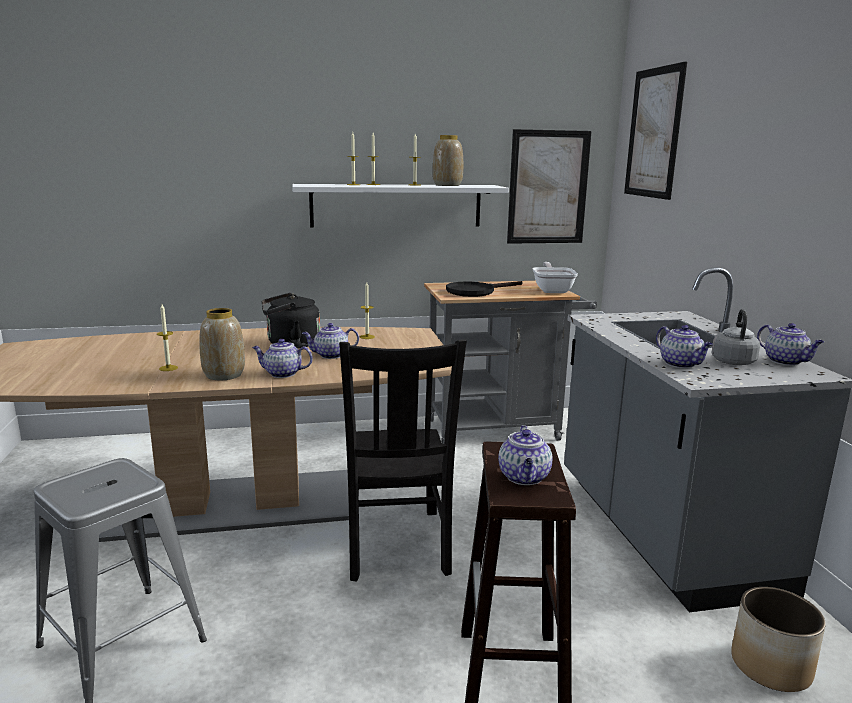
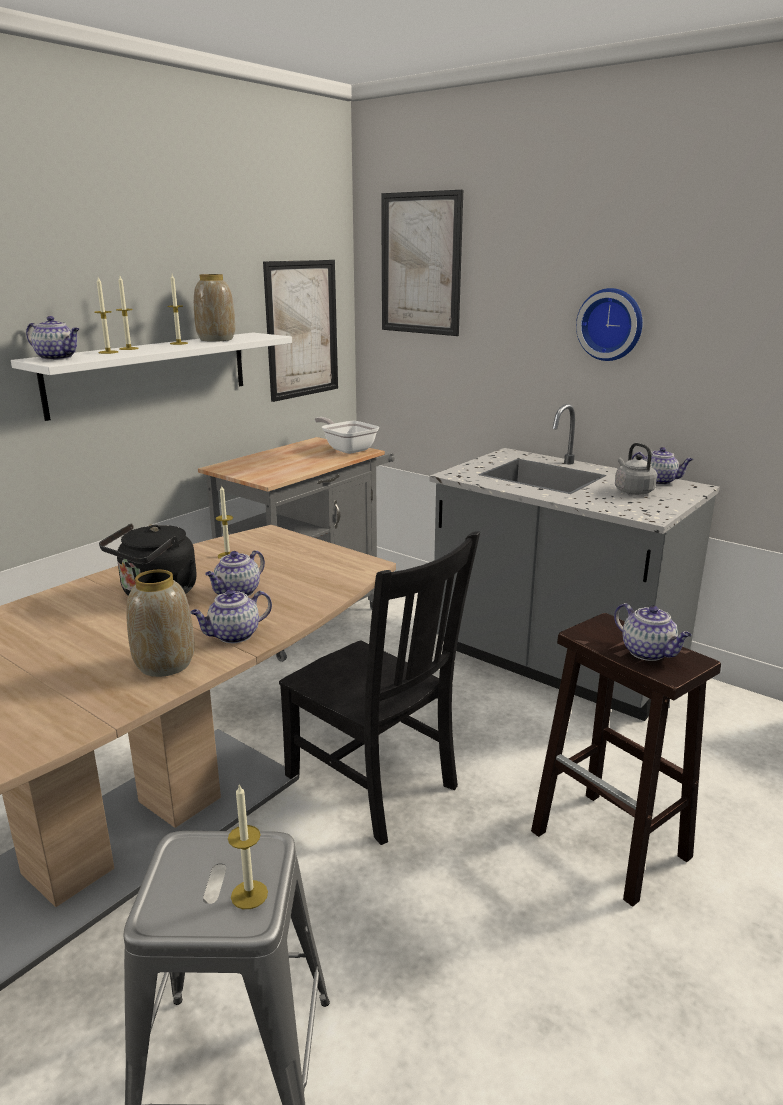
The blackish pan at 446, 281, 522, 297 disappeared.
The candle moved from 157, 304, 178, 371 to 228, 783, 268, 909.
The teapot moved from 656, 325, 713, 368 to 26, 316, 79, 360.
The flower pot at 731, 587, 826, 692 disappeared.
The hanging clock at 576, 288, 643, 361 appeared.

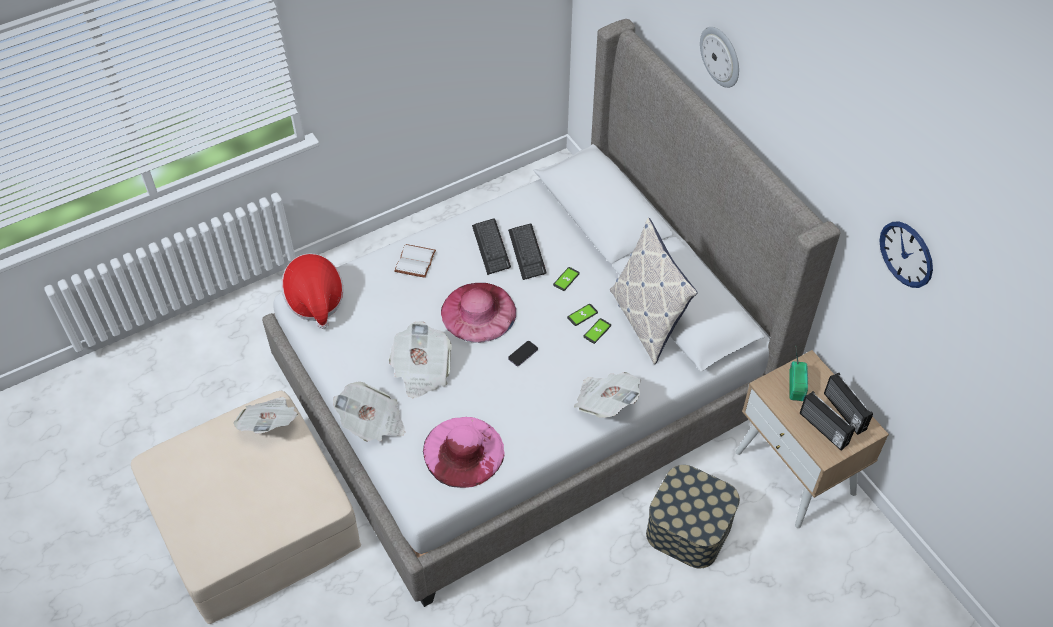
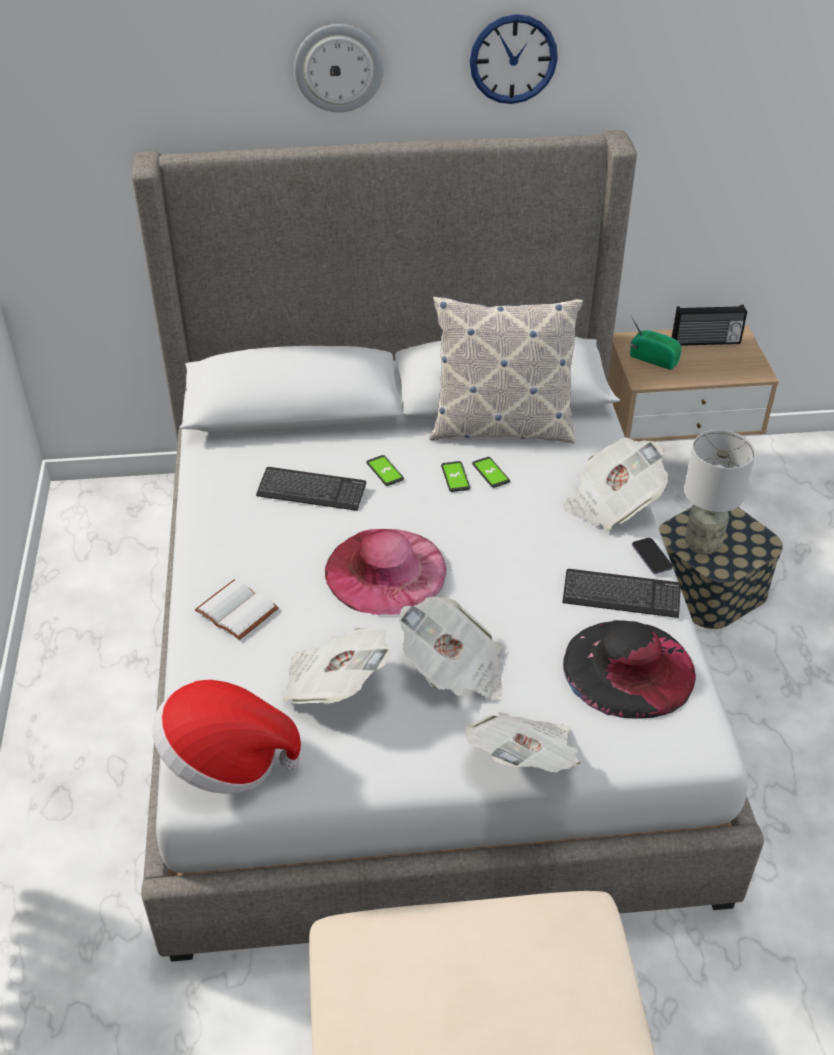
The keyboard moved from 472, 218, 511, 275 to 562, 569, 681, 618.
The hanging clock moved from 879, 222, 933, 288 to 470, 14, 558, 104.
The handset moved from 508, 341, 538, 366 to 632, 538, 673, 574.
The radio set at 800, 391, 855, 451 disappeared.
The newspaper moved from 233, 397, 298, 434 to 283, 627, 390, 704.
The pinkish hat at 423, 417, 504, 488 became the blackish hat at 563, 620, 696, 719.
The gray tabletop lamp at 684, 430, 755, 555 appeared.

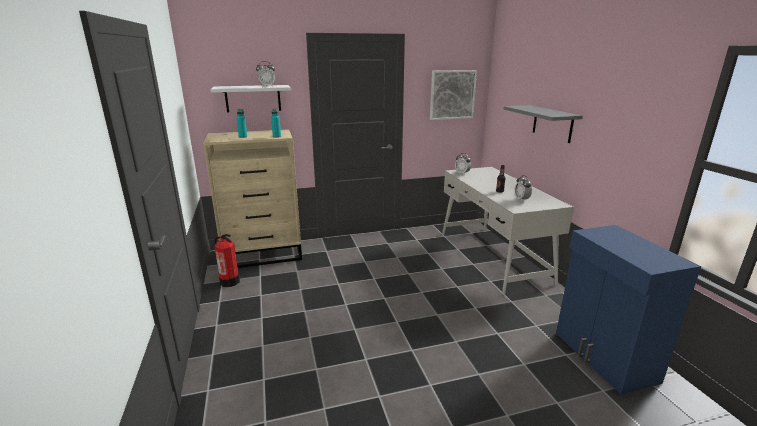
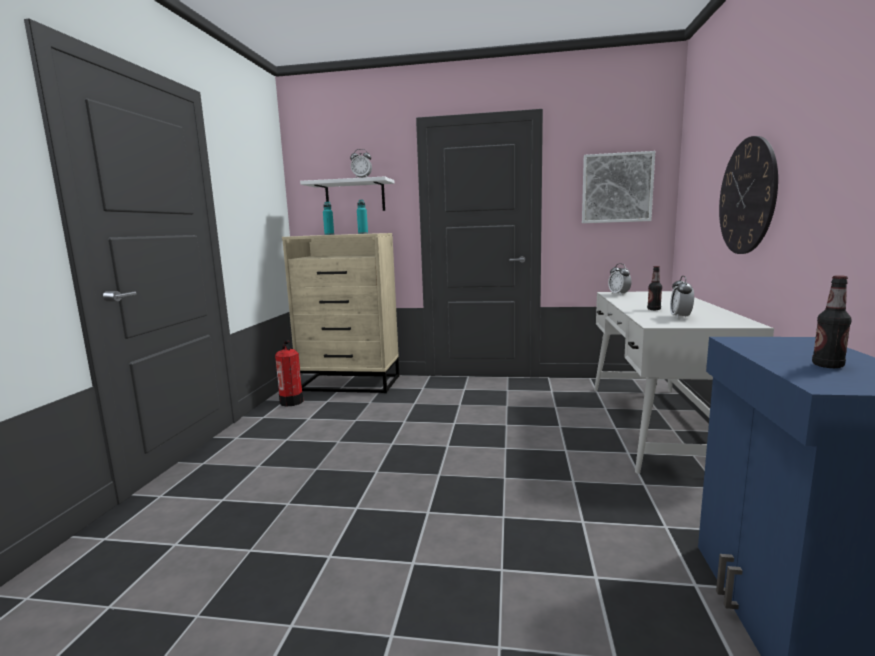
The gray wall shelf at 504, 105, 583, 143 was replaced by the hanging clock at 719, 136, 778, 254.
The drink bottle at 812, 275, 852, 368 appeared.

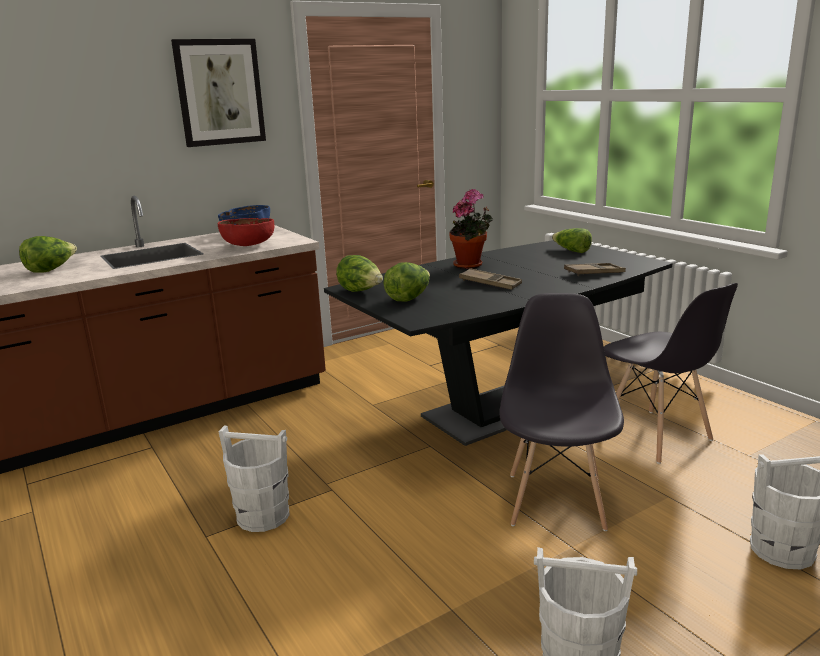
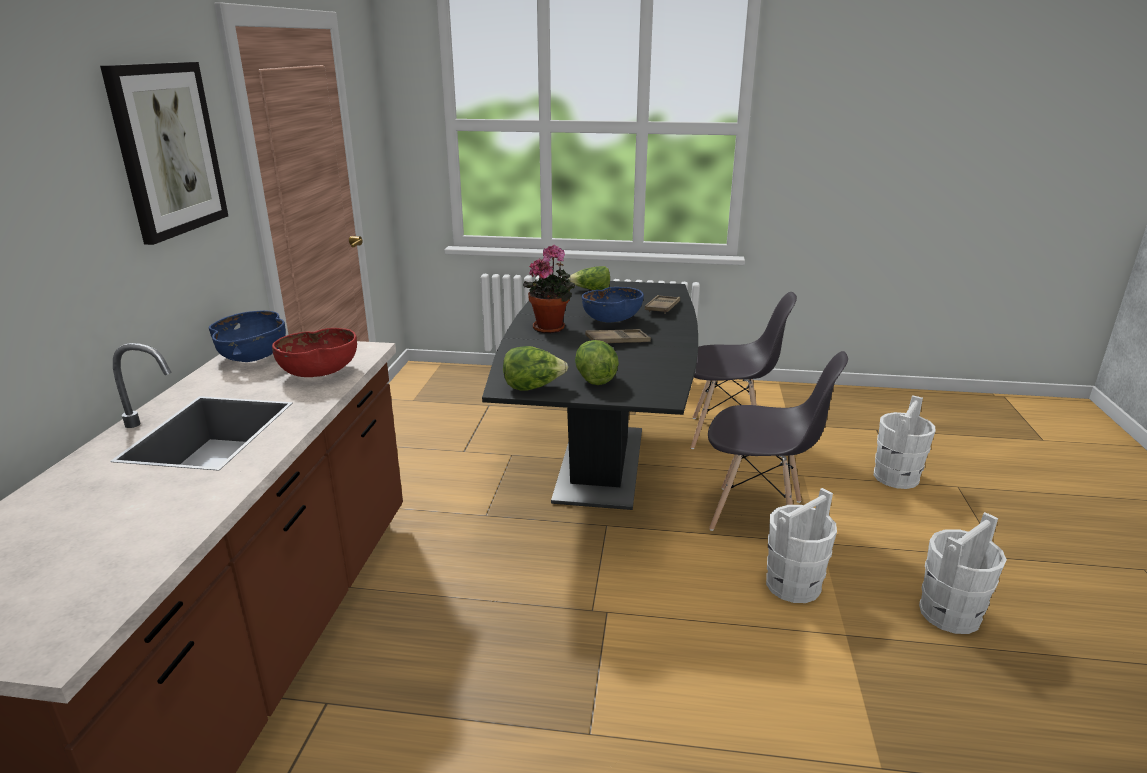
The lettuce head at 19, 236, 77, 273 disappeared.
The gray chair at 499, 293, 624, 531 turned 150 degrees clockwise.
The white-coloured pail moved from 218, 425, 289, 532 to 766, 488, 837, 603.
The blue bowl at 582, 287, 644, 322 appeared.

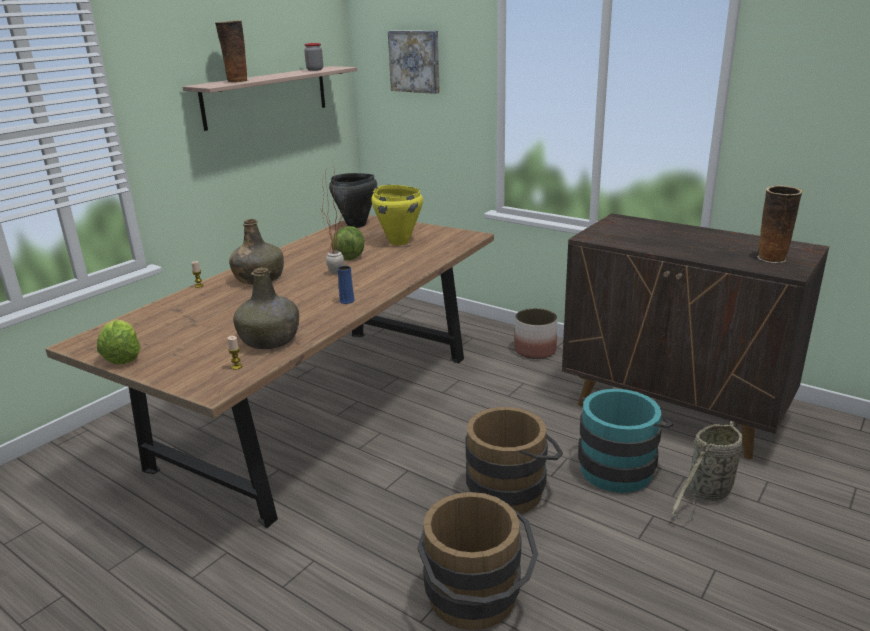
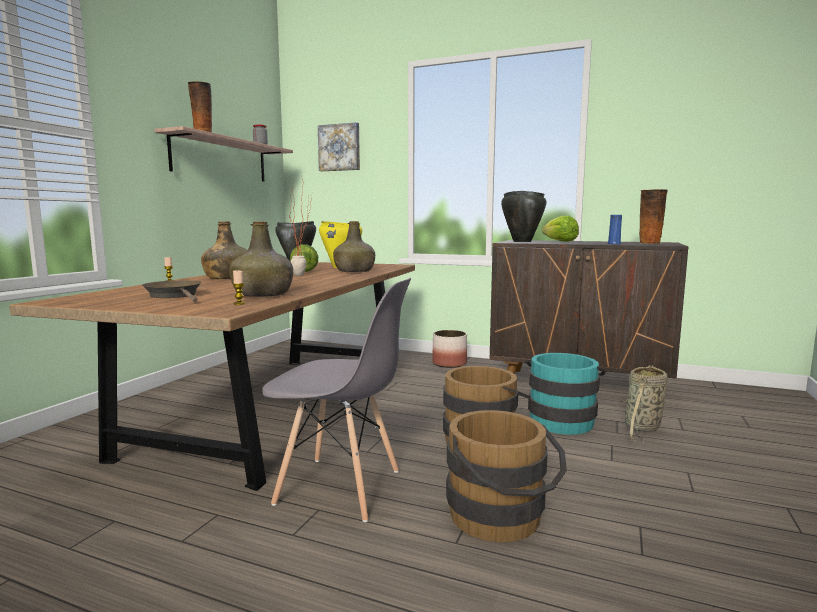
The blue flower vase moved from 337, 266, 355, 304 to 608, 215, 622, 244.
The lettuce head moved from 97, 319, 140, 364 to 542, 216, 579, 242.
The blackish saucepot at 501, 191, 546, 242 appeared.
The green-coloured drink bottle at 333, 221, 375, 272 appeared.
The gray chair at 262, 278, 411, 522 appeared.
The brownish pan at 142, 281, 202, 302 appeared.

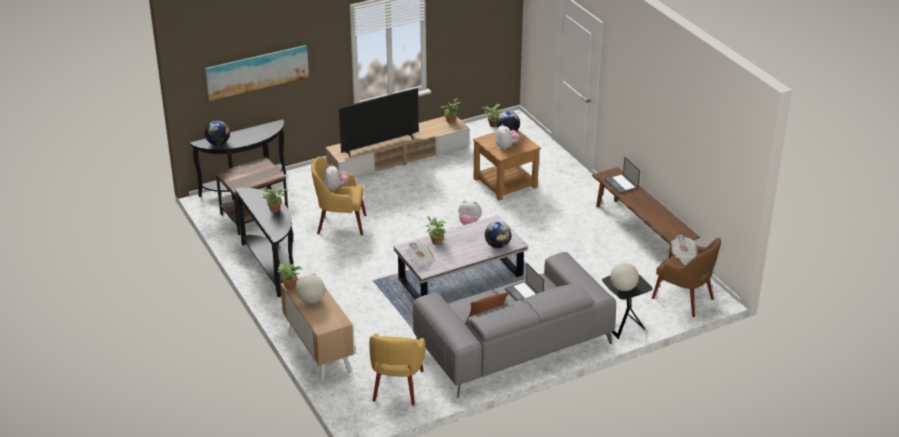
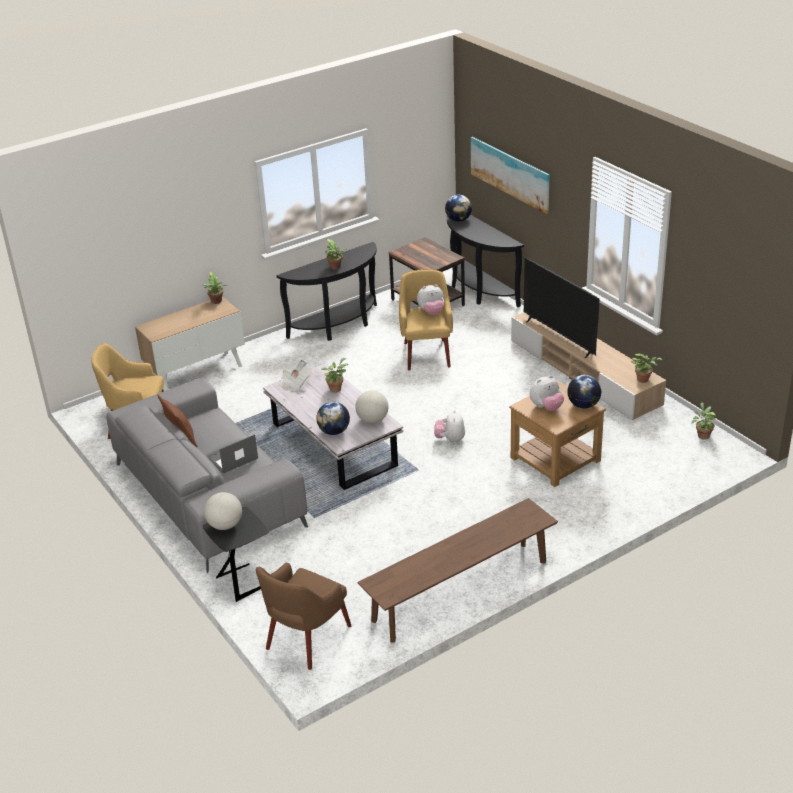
The laptop at 604, 157, 640, 194 disappeared.
The newspaper at 671, 235, 698, 265 disappeared.
The world globe moved from 296, 275, 325, 304 to 355, 390, 389, 424.

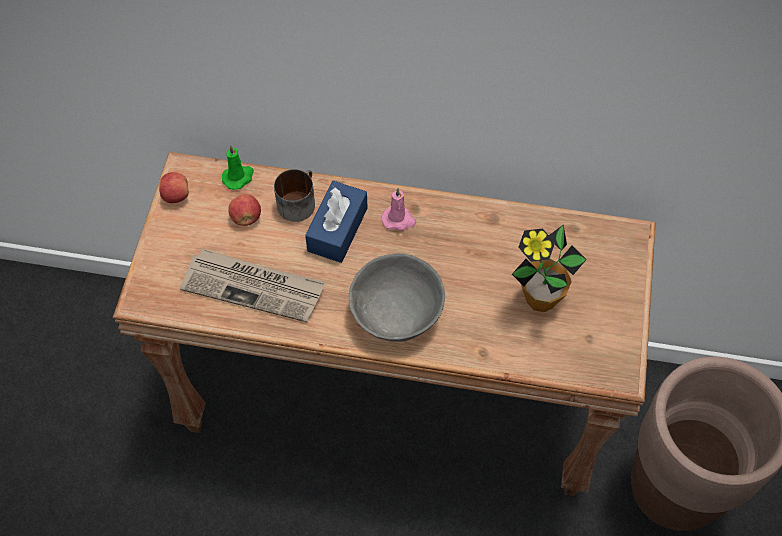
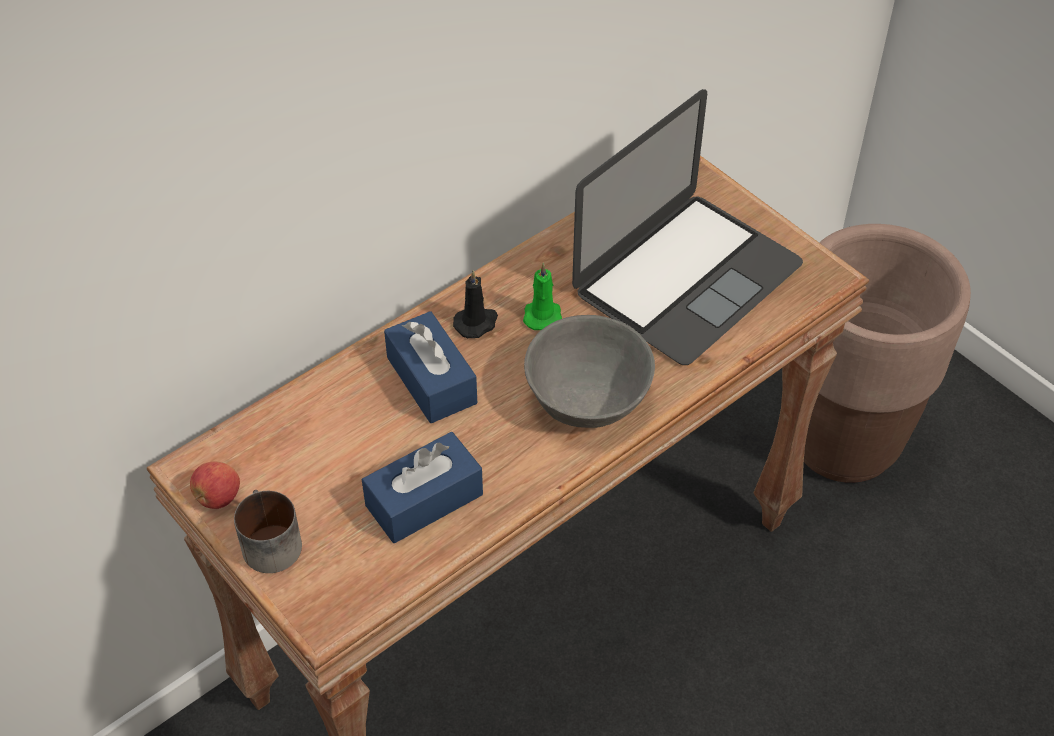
The green-coloured candle moved from 222, 145, 254, 190 to 523, 263, 562, 330.
The mug moved from 274, 169, 315, 222 to 234, 490, 302, 573.
The pinkish candle at 381, 188, 416, 231 became the blackish candle at 453, 270, 498, 338.
The whole apple at 228, 194, 261, 226 disappeared.
The plant in a pot at 512, 225, 587, 312 was replaced by the laptop at 572, 89, 803, 365.
The newspaper at 180, 249, 325, 323 was replaced by the blue tissue box at 362, 432, 483, 543.

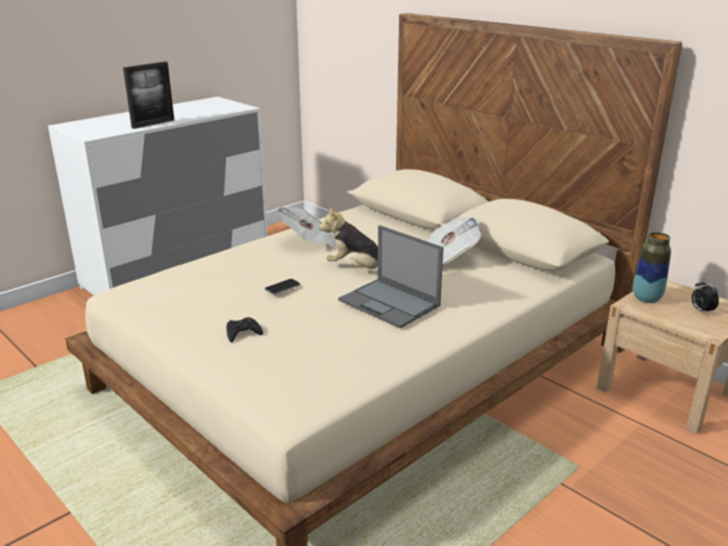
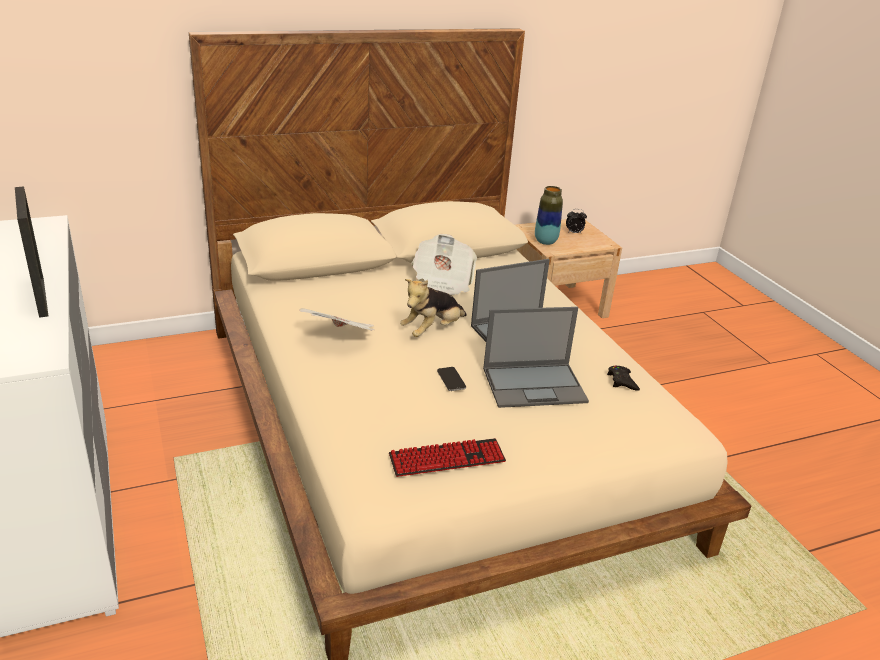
The blackish game controller moved from 227, 317, 263, 342 to 607, 365, 640, 391.
The laptop at 483, 307, 589, 408 appeared.
The keyboard at 389, 438, 506, 477 appeared.

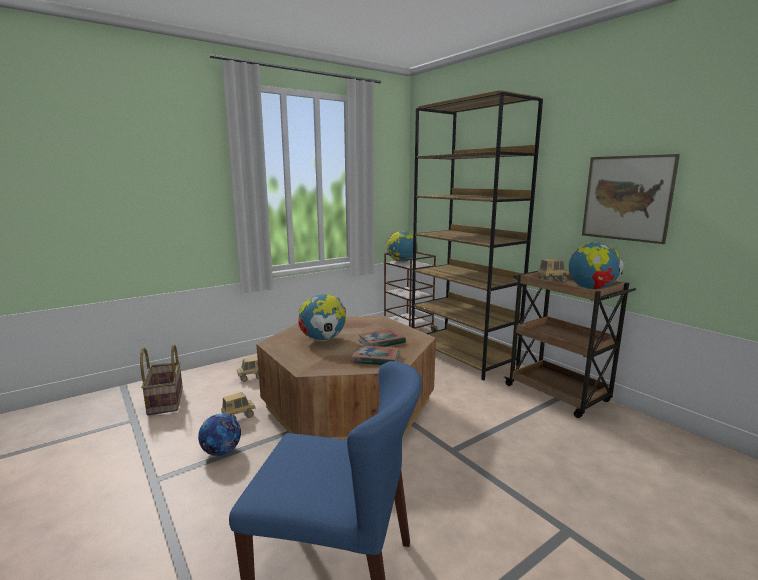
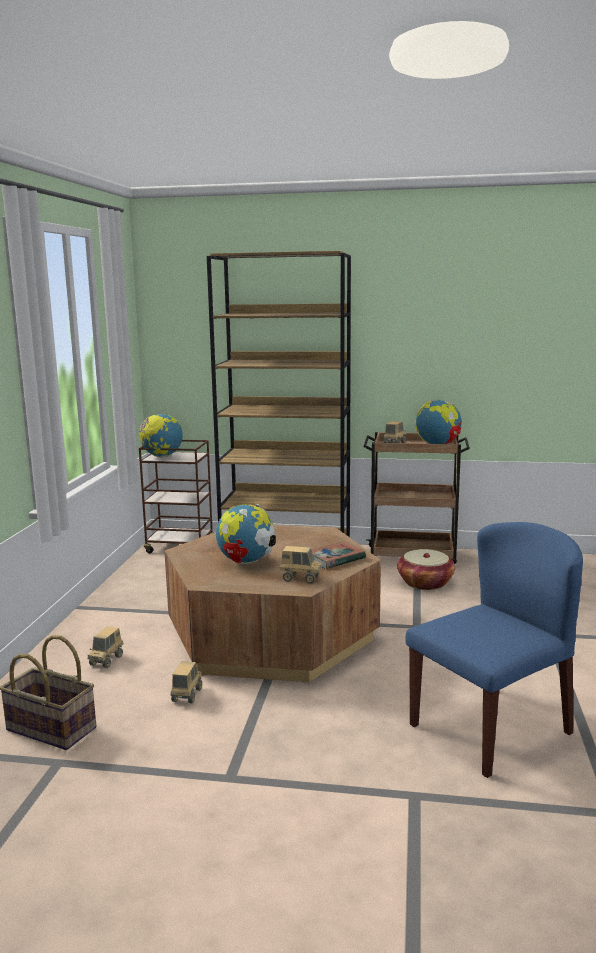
The wall art at 582, 154, 680, 244 disappeared.
The volume at 359, 328, 406, 347 disappeared.
The football ball at 198, 414, 241, 456 disappeared.
The model truck at 279, 546, 322, 583 appeared.
The storage basket at 397, 549, 455, 590 appeared.

